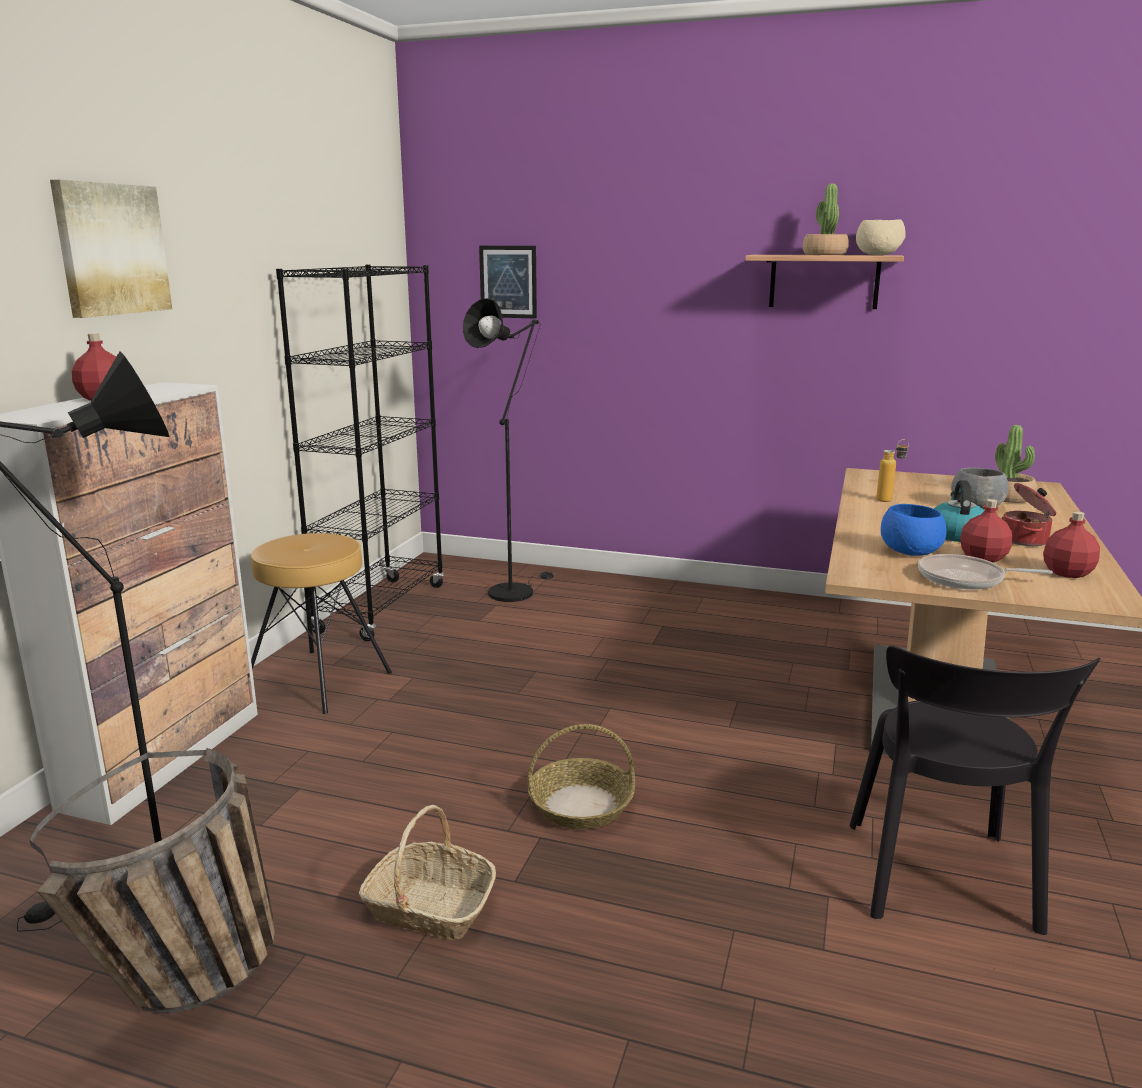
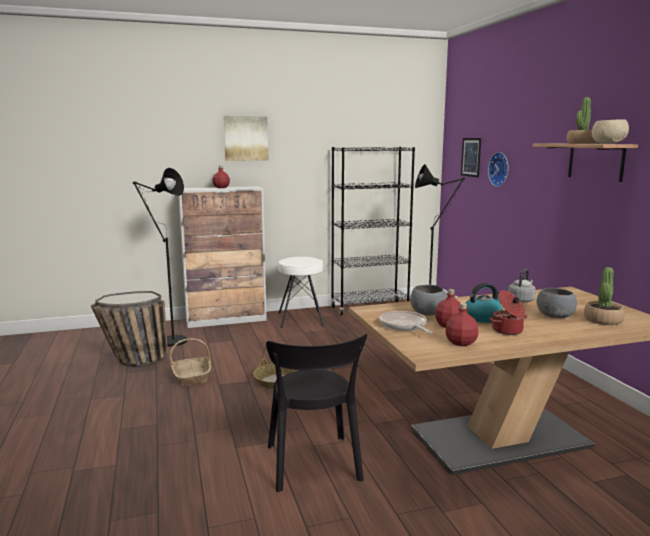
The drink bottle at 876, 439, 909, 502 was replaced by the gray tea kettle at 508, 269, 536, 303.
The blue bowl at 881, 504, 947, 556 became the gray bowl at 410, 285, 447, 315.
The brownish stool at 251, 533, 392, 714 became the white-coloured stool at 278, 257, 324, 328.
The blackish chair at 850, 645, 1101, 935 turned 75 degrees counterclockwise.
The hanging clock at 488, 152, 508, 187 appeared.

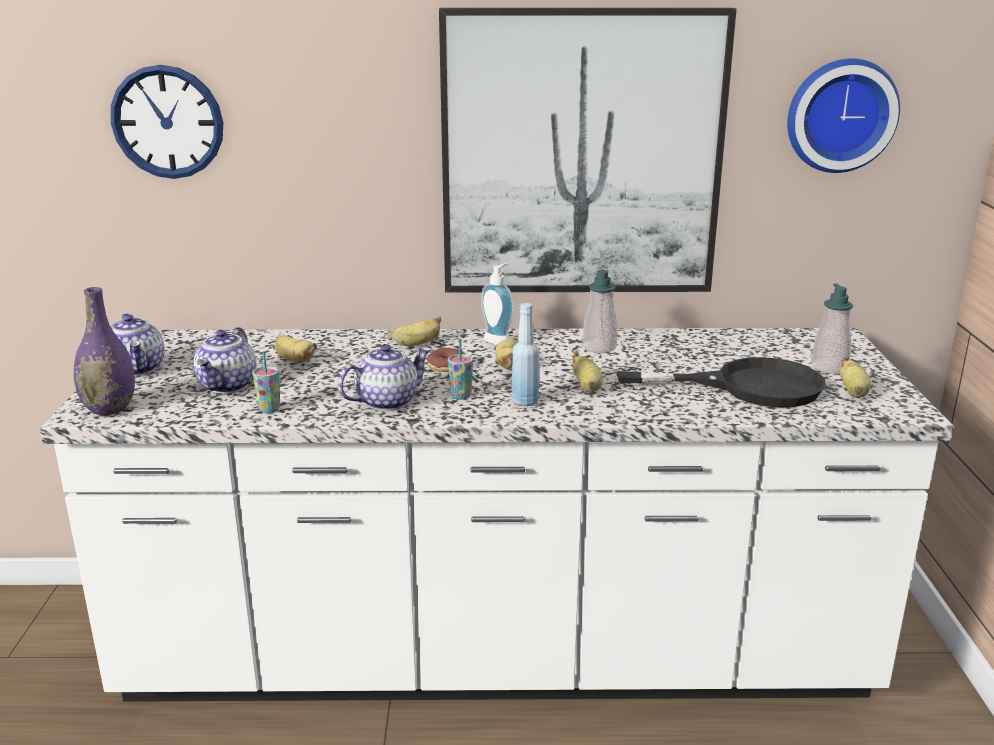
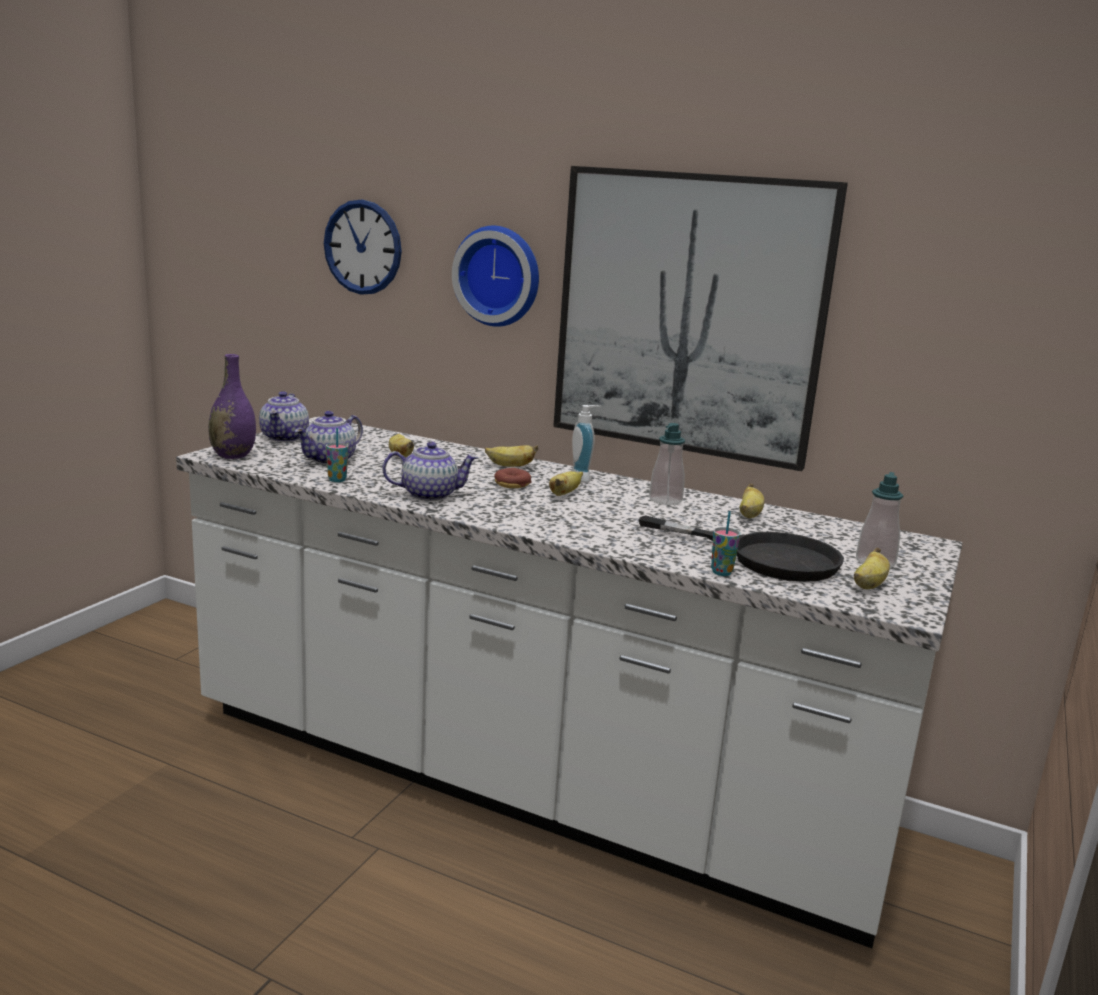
The hanging clock moved from 787, 58, 900, 173 to 452, 226, 539, 327.
The blue drink bottle at 512, 303, 539, 406 disappeared.
The drinking cup moved from 448, 339, 473, 400 to 711, 511, 741, 576.
The banana fruit moved from 572, 352, 603, 393 to 740, 484, 764, 518.

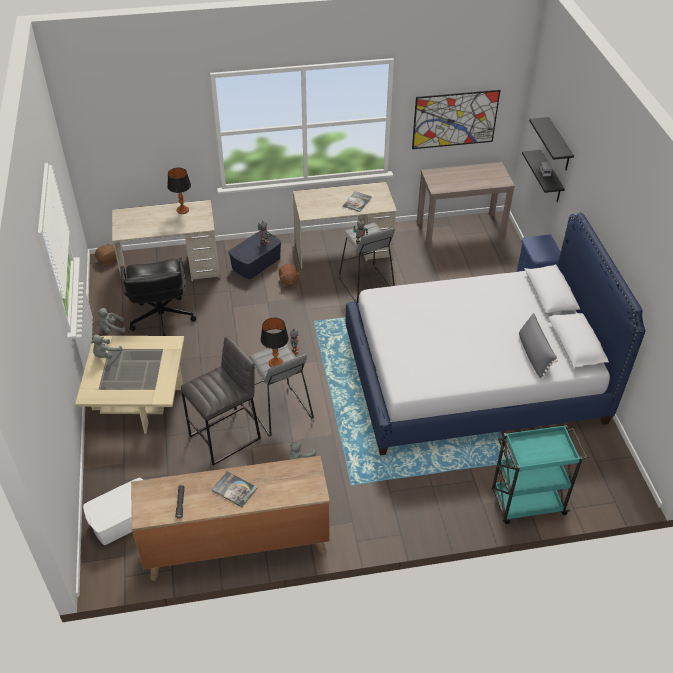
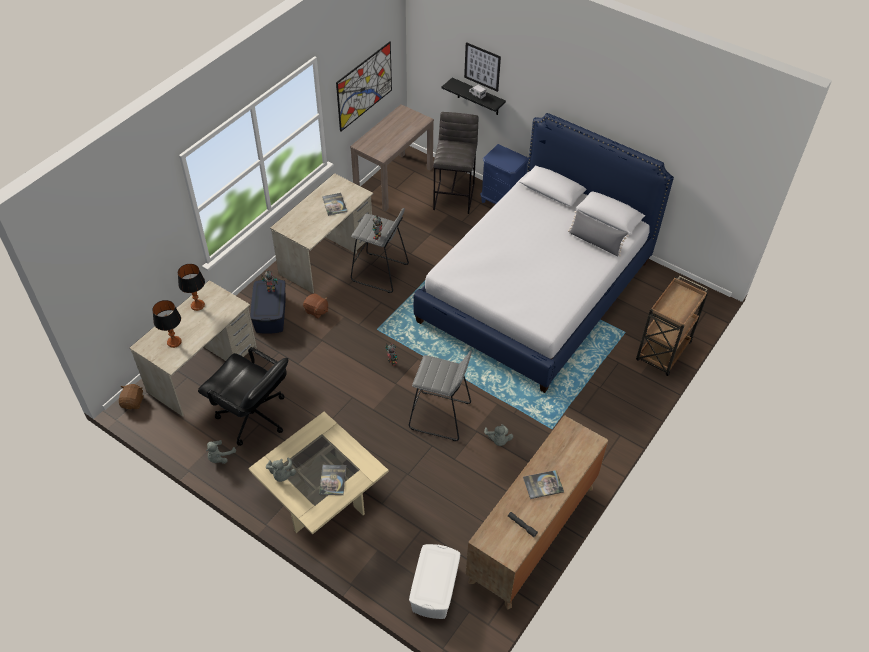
The blackish wall shelf at 529, 117, 574, 171 was replaced by the wall art at 464, 42, 501, 92.
The tabletop lamp moved from 261, 318, 289, 367 to 152, 300, 181, 348.
The gray stool moved from 181, 336, 261, 466 to 433, 112, 478, 214.
The turquoise cart at 492, 425, 587, 524 became the brownish cart at 636, 276, 708, 376.
The volume at 319, 465, 346, 495 appeared.

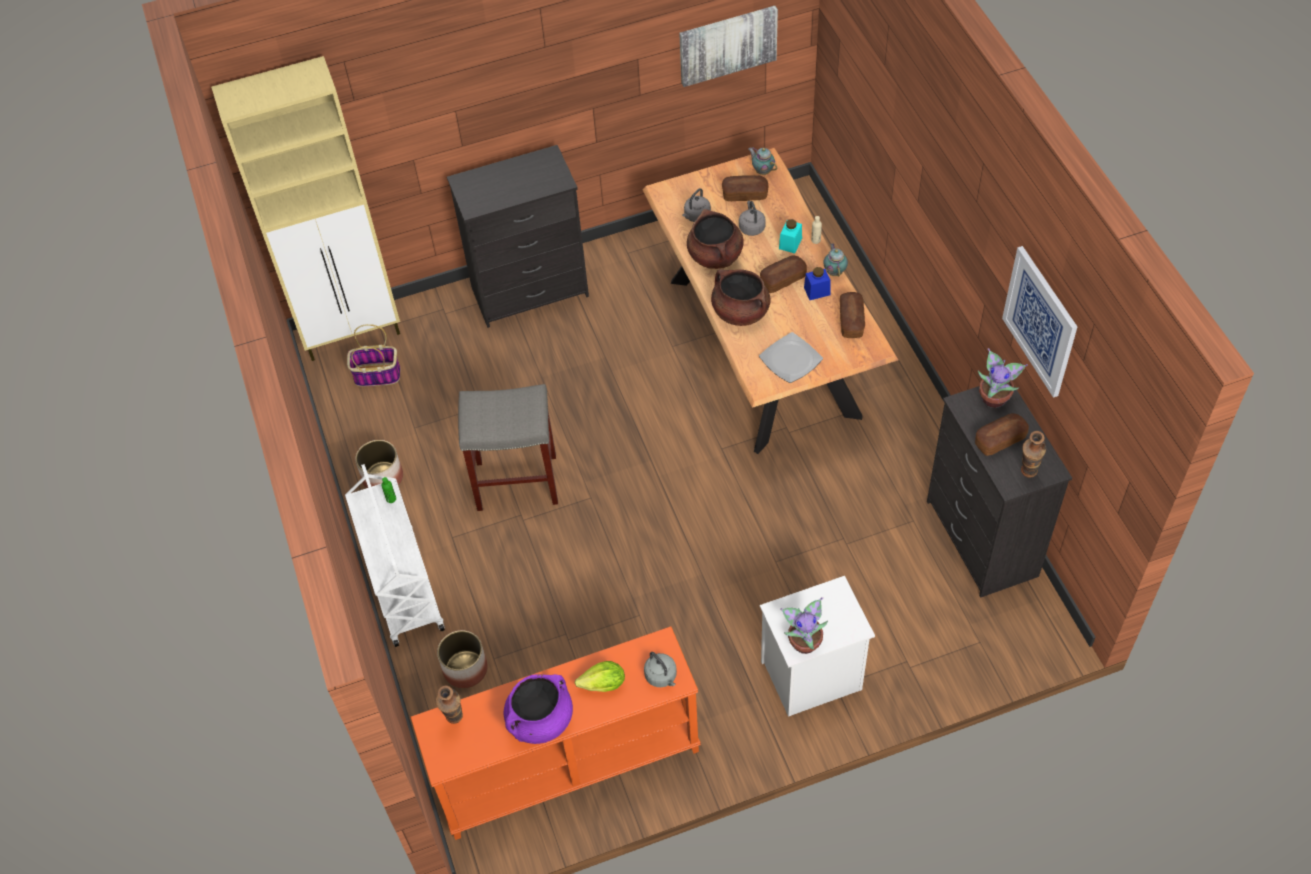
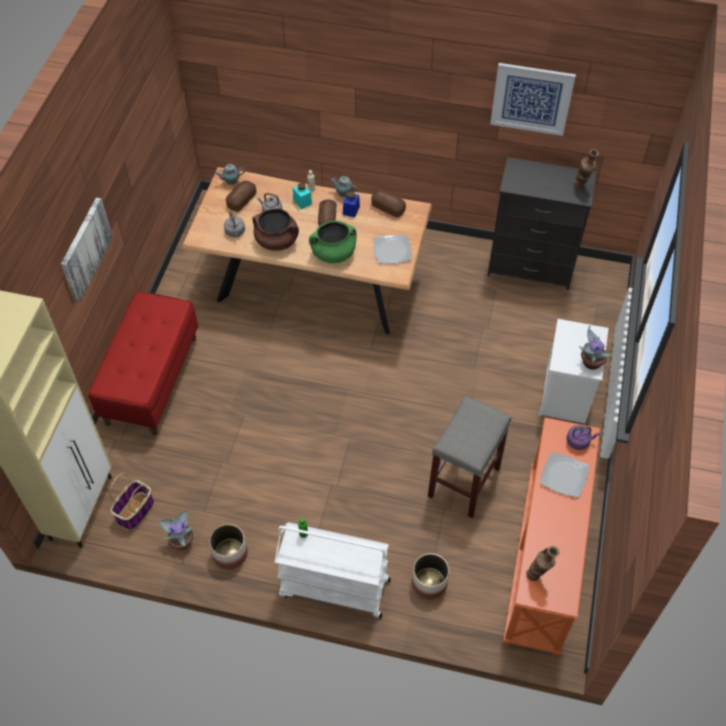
The wall art moved from 679, 6, 778, 87 to 61, 198, 113, 302.
The blackish chest of drawers at 447, 145, 589, 328 was replaced by the red bench at 89, 291, 198, 436.
The brownish saucepot at 711, 269, 771, 326 became the green-coloured saucepot at 309, 221, 357, 263.
The plant in a pot moved from 978, 348, 1028, 408 to 157, 509, 194, 550.
The gray stool moved from 458, 384, 558, 511 to 428, 396, 511, 518.
The bread at 975, 413, 1029, 456 disappeared.
The gray tea kettle at 644, 652, 677, 687 became the purple tea kettle at 566, 425, 600, 450.
The lettuce head at 575, 661, 625, 692 was replaced by the flat dish at 540, 452, 589, 498.
The purple saucepot at 504, 674, 573, 744 disappeared.

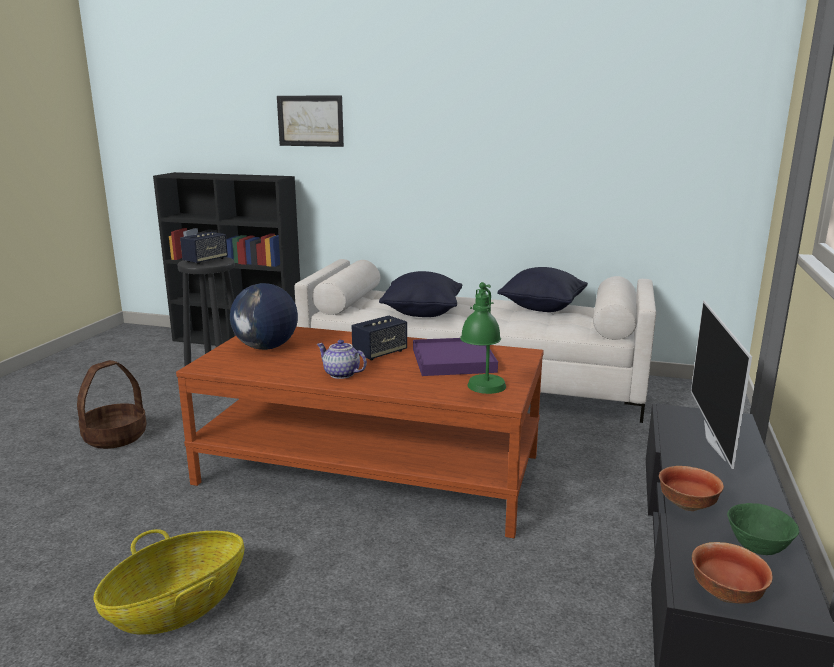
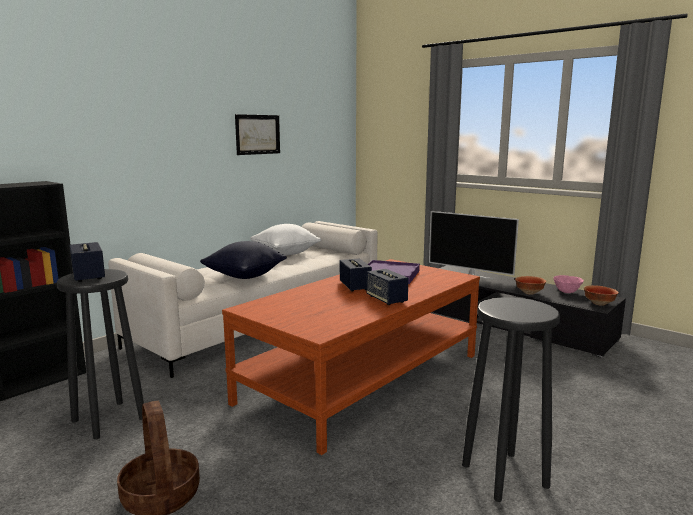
The wall art moved from 277, 96, 344, 147 to 235, 114, 280, 155.
The blackish throw pillow at 497, 267, 588, 312 became the white-coloured throw pillow at 250, 224, 321, 255.
The green-coloured tabletop lamp at 460, 282, 506, 394 disappeared.
The world globe at 230, 283, 298, 350 disappeared.
The teapot at 317, 340, 367, 379 was replaced by the audio speaker at 366, 269, 409, 305.
The green-coloured bowl at 727, 503, 799, 555 became the pinkish bowl at 553, 275, 584, 293.
The storage basket at 93, 529, 244, 635 was replaced by the blackish stool at 462, 297, 560, 502.

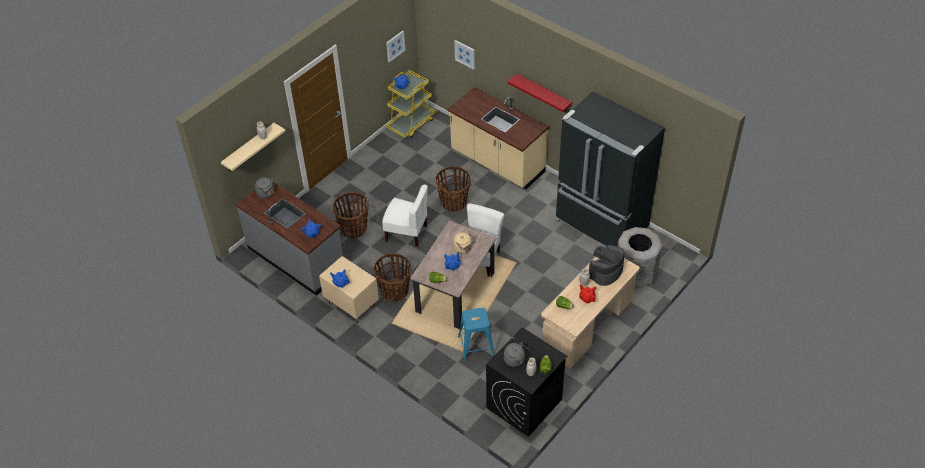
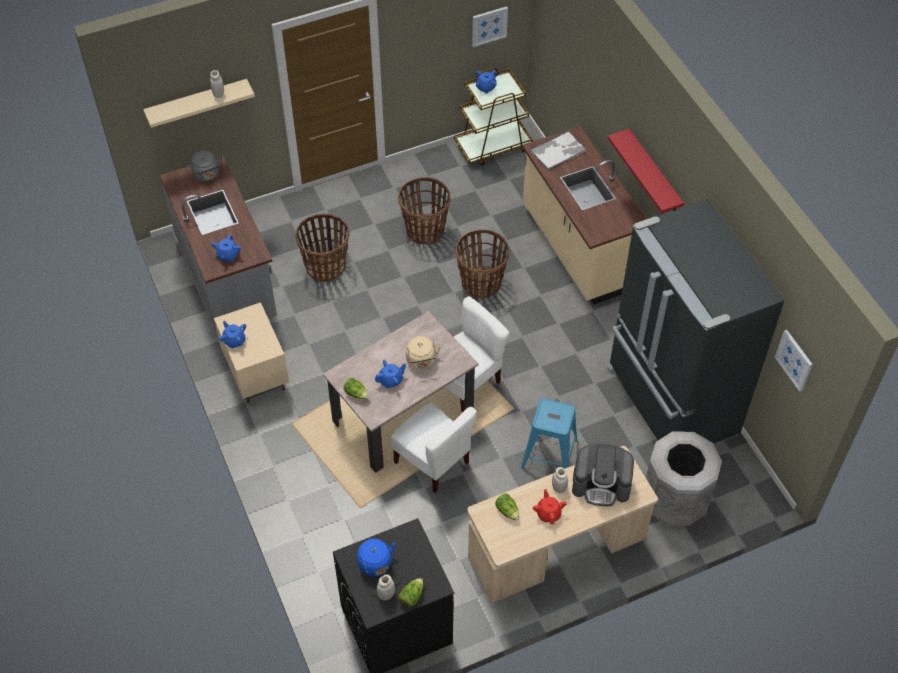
The wall art moved from 454, 40, 475, 70 to 775, 330, 812, 392.
The yellow-coloured cart at 386, 70, 435, 138 became the brownish cart at 454, 67, 533, 166.
The white-coloured chair moved from 382, 184, 428, 247 to 391, 402, 477, 493.
The coffee maker at 589, 245, 624, 286 turned 150 degrees counterclockwise.
The storage basket moved from 374, 253, 411, 302 to 398, 177, 450, 245.
The blue stool moved from 458, 308, 495, 362 to 521, 399, 578, 469.
The gray tea kettle at 504, 342, 529, 367 became the blue tea kettle at 357, 539, 396, 577.
The tray at 530, 131, 587, 170 appeared.

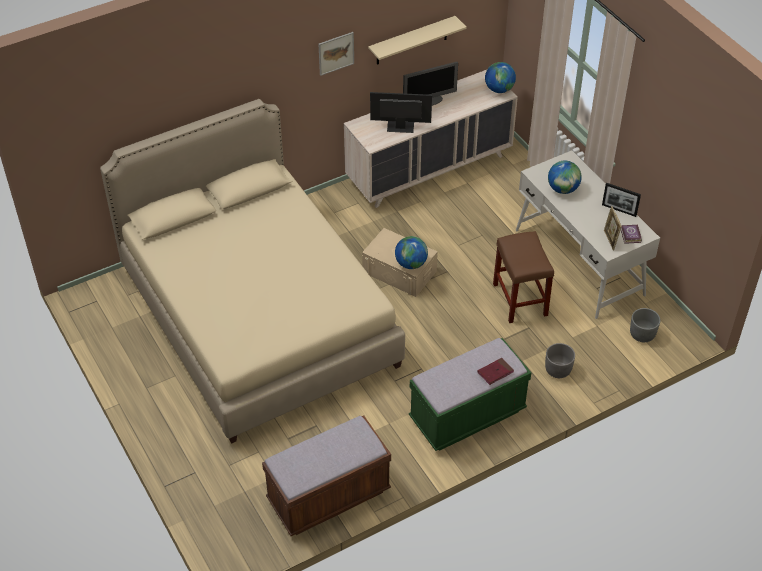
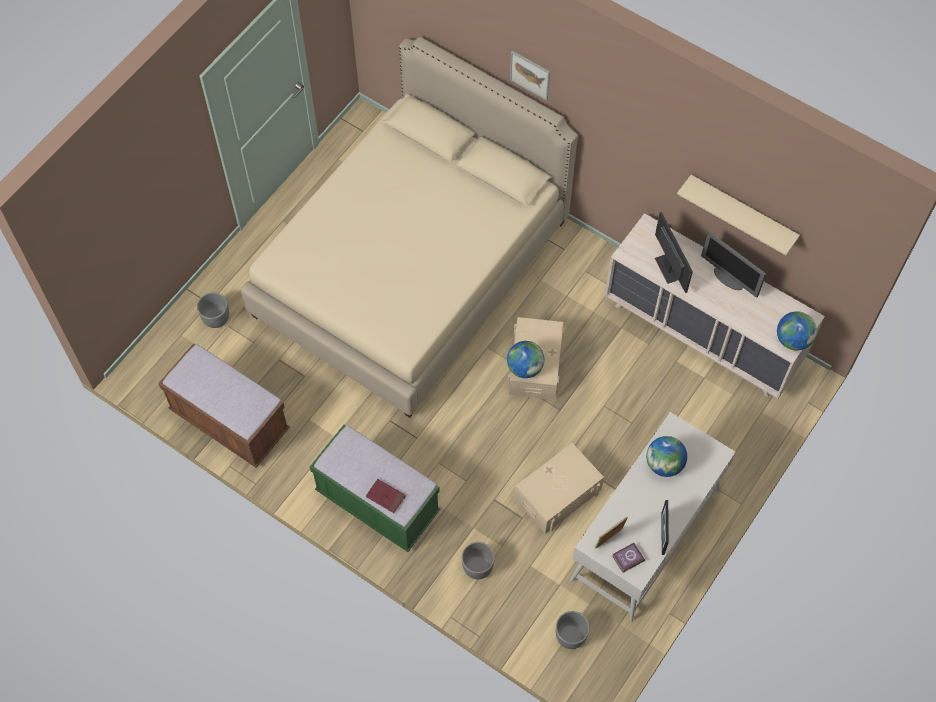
The wall art moved from 319, 32, 354, 76 to 510, 51, 550, 101.
The brownish stool at 493, 231, 554, 323 was replaced by the beige storage box at 514, 443, 604, 534.
The gray flower pot at 197, 292, 229, 328 appeared.

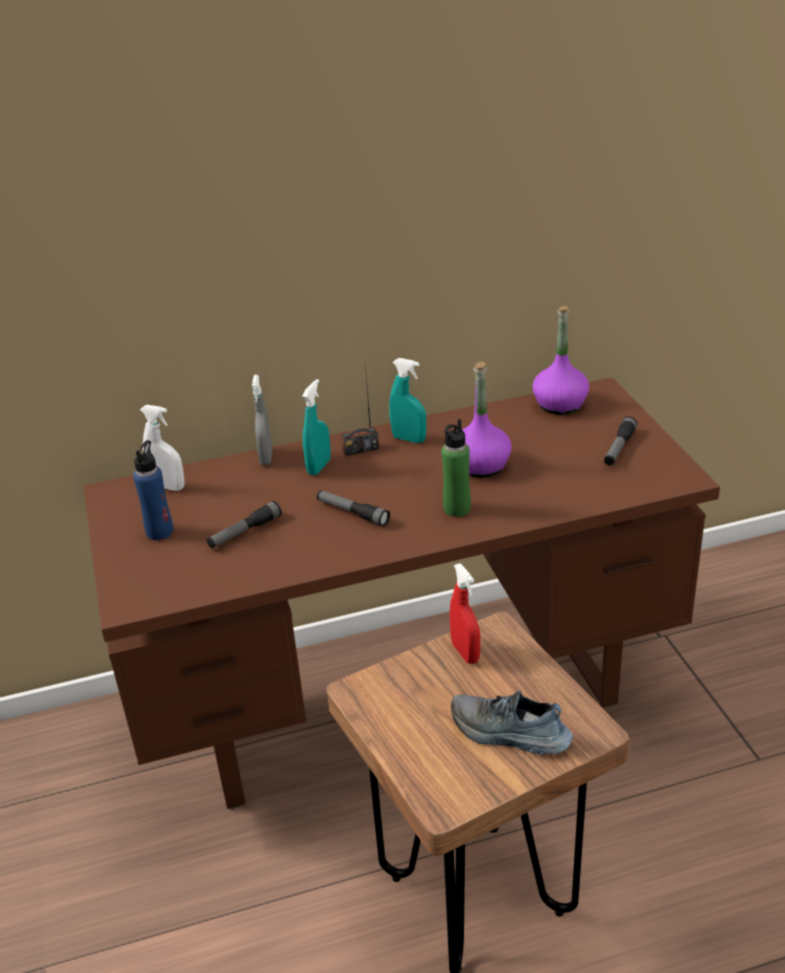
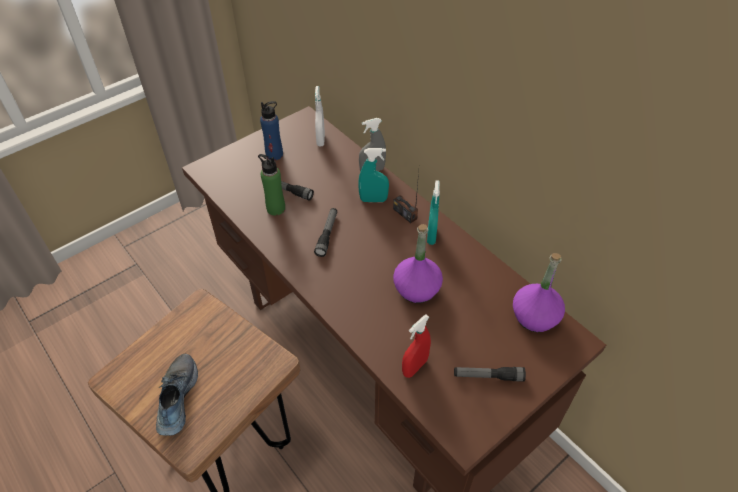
The green-coloured drink bottle moved from 441, 419, 471, 517 to 258, 154, 285, 216.
The red hand sprayer moved from 450, 563, 480, 664 to 402, 315, 431, 378.

